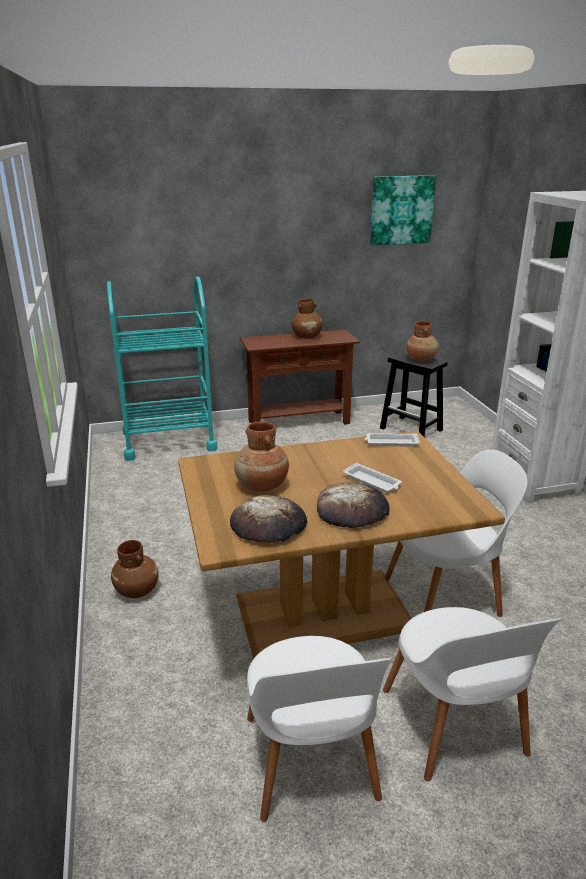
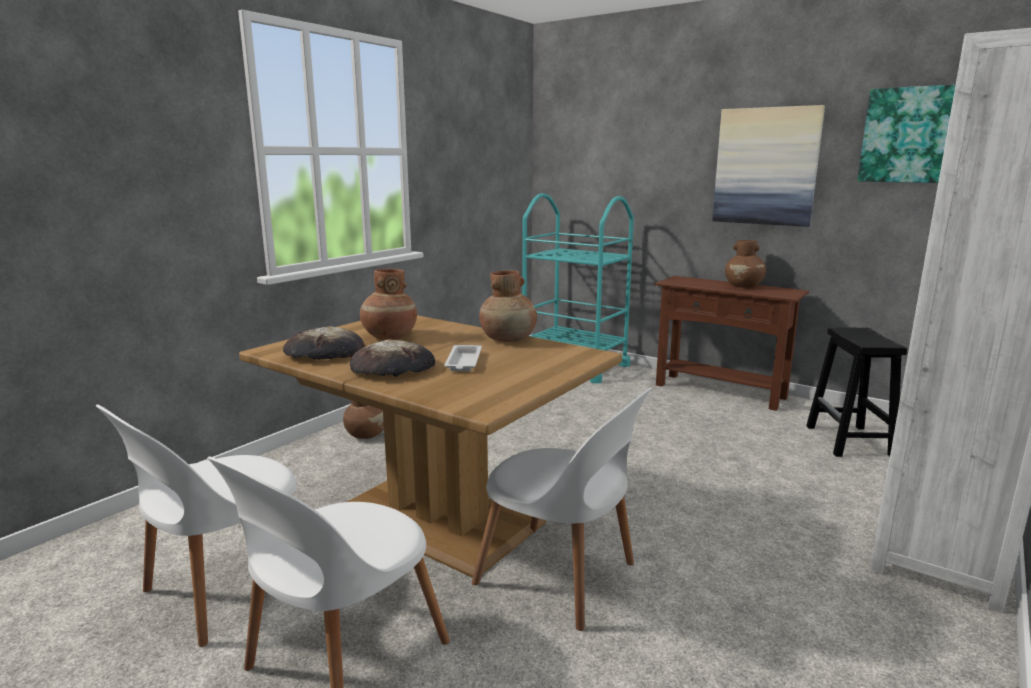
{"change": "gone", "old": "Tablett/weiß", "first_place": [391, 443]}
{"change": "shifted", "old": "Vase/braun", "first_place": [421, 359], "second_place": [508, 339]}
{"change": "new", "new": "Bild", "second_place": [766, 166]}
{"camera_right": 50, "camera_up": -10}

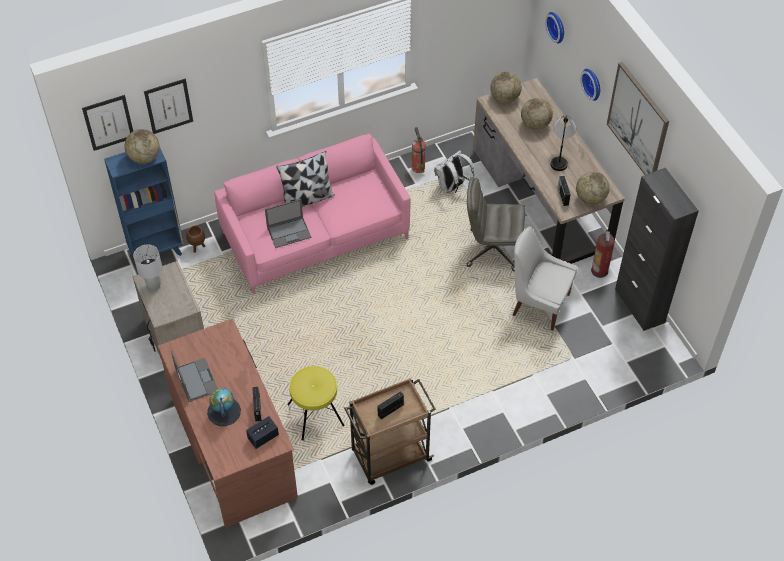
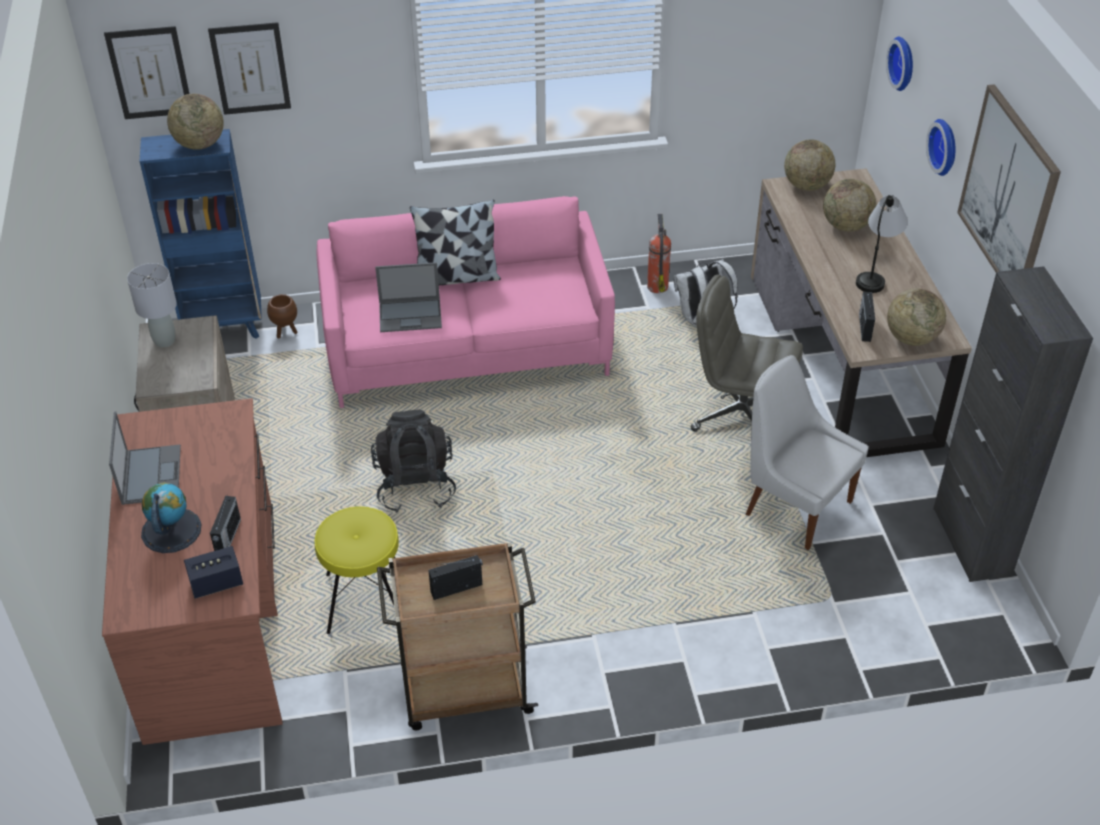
{"change": "gone", "old": "Feuerlöscher", "first_place": [599, 271]}
{"change": "new", "new": "Rucksack/schwarz", "second_place": [415, 486]}
{"camera_right": 15, "camera_up": -10}

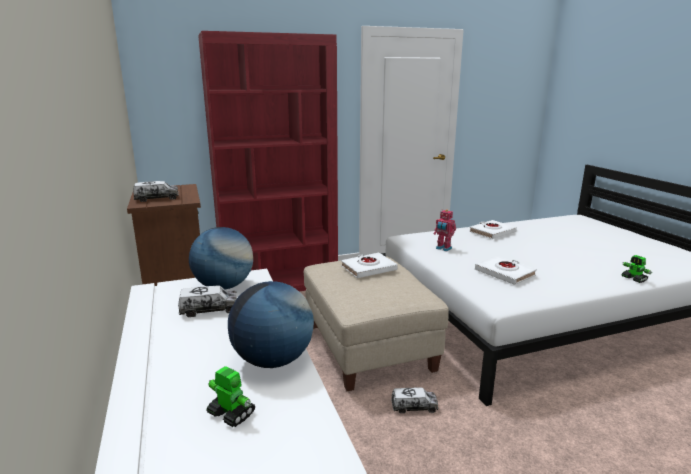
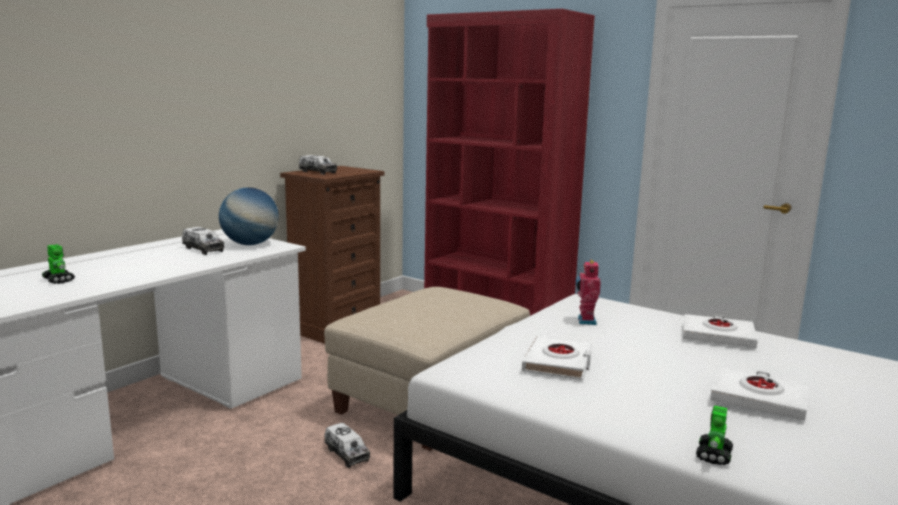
{"change": "rotated", "old": "Spielzeugroboter", "first_place": [231, 413], "second_place": [58, 280], "degrees": -45}
{"change": "gone", "old": "Globus", "first_place": [273, 360]}
{"change": "shifted", "old": "Buch/weiß", "first_place": [368, 269], "second_place": [758, 399]}
{"camera_right": 55, "camera_up": -5}

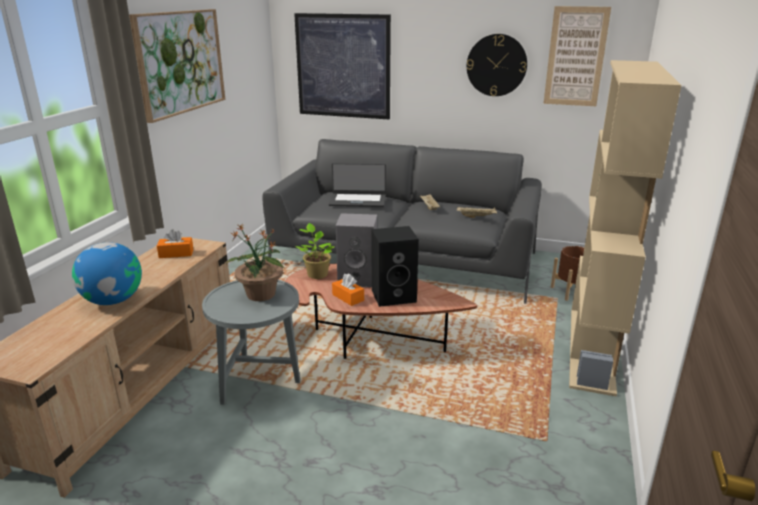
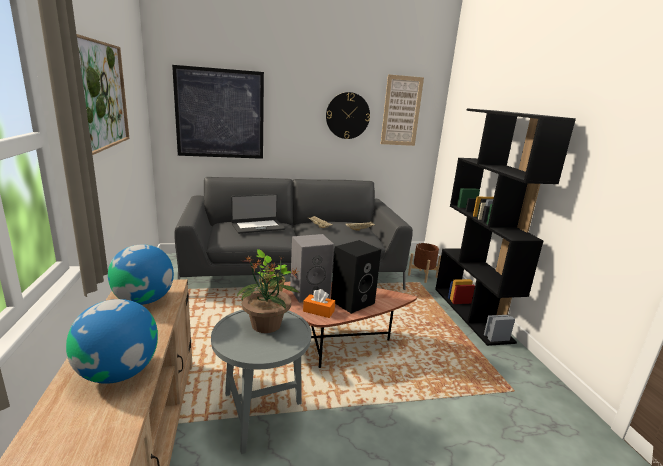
{"change": "swapped", "old": "Taschentuchbox/orange", "new": "Globus", "first_place": [176, 253], "second_place": [144, 300]}
{"change": "repainted", "old": "Bücherregal/beige", "new": "Bücherregal/schwarz", "first_place": [592, 349], "second_place": [472, 313]}
{"camera_right": -30, "camera_up": -5}

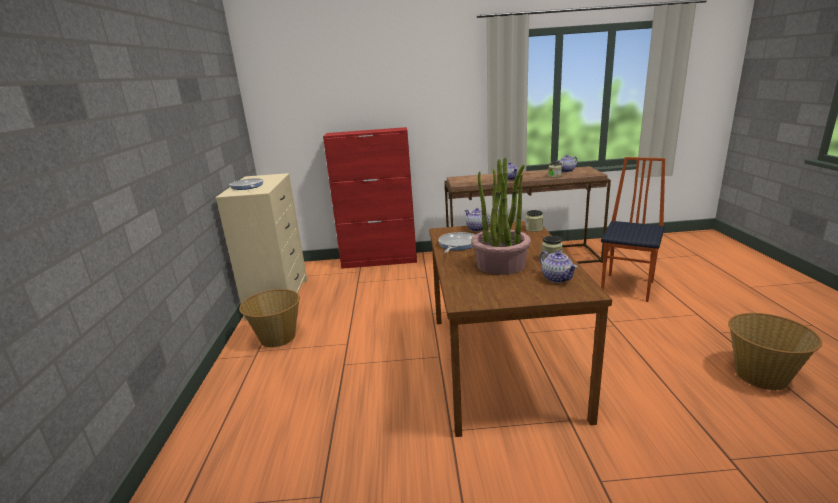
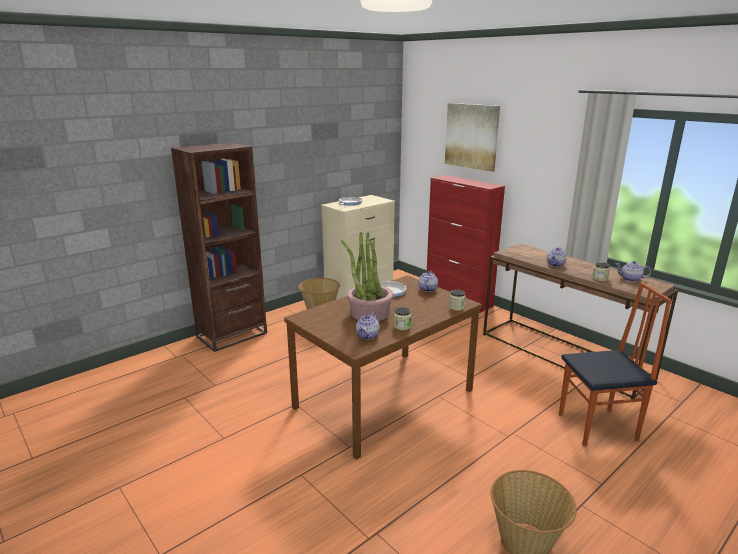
{"change": "new", "new": "Bücherregal/braun", "second_place": [232, 335]}
{"change": "new", "new": "Bild", "second_place": [472, 136]}
{"camera_right": 50, "camera_up": 0}

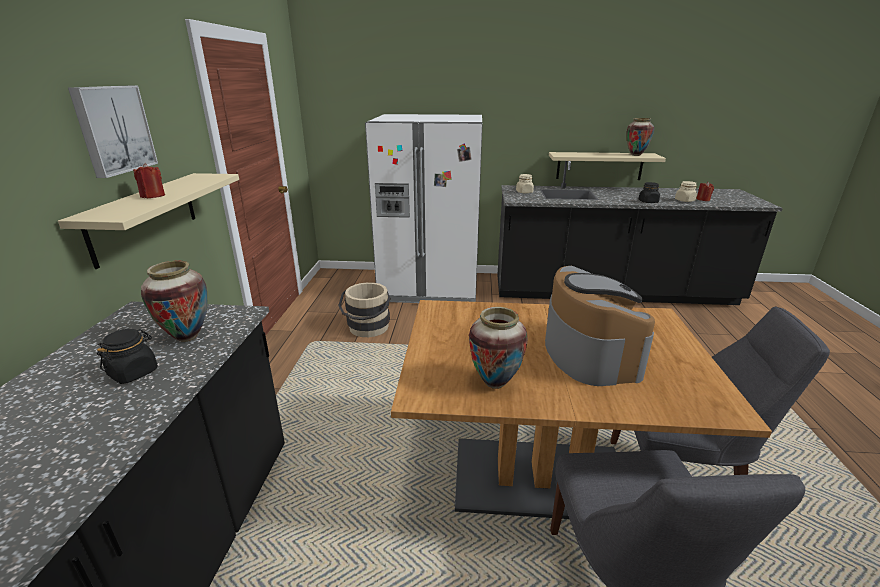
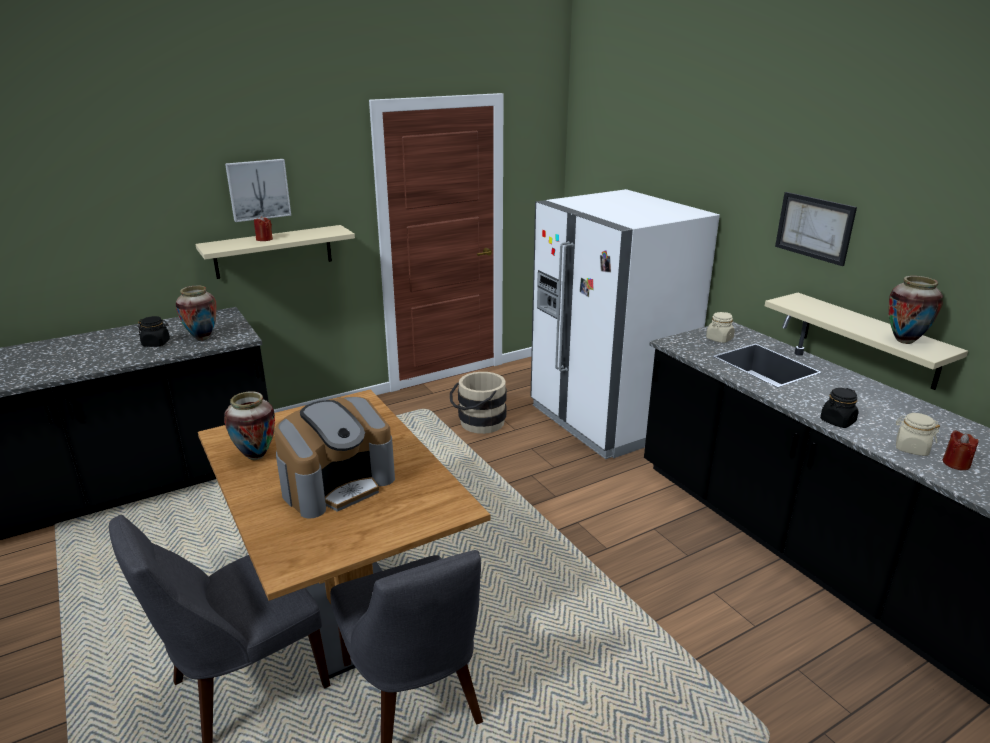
{"change": "new", "new": "Bild", "second_place": [814, 227]}
{"camera_right": 55, "camera_up": 0}

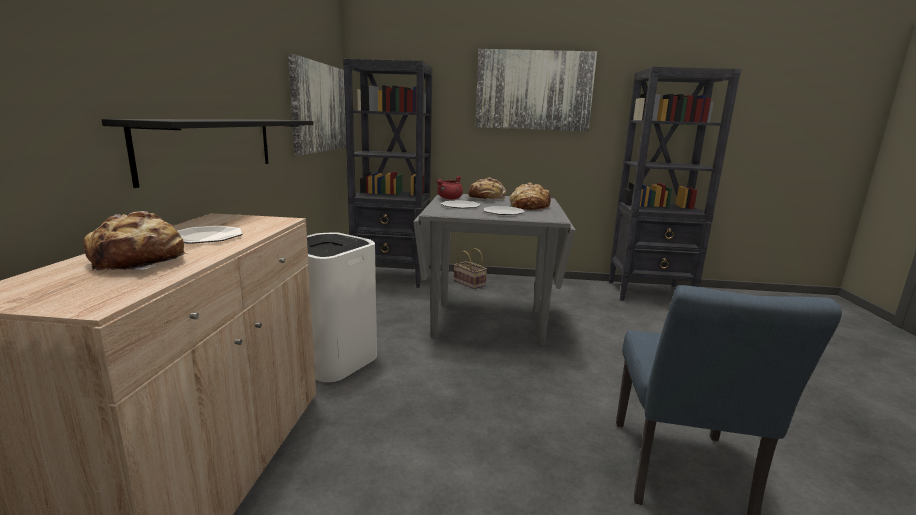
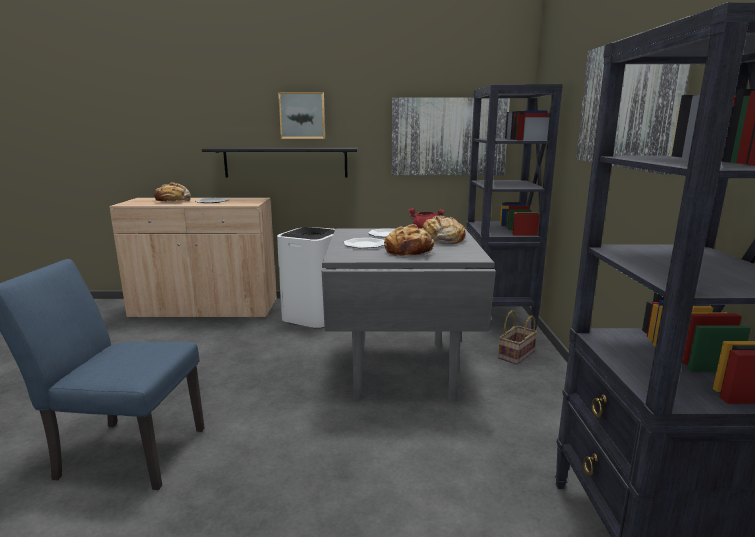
{"change": "new", "new": "Bild", "second_place": [302, 115]}
{"camera_right": 85, "camera_up": 0}

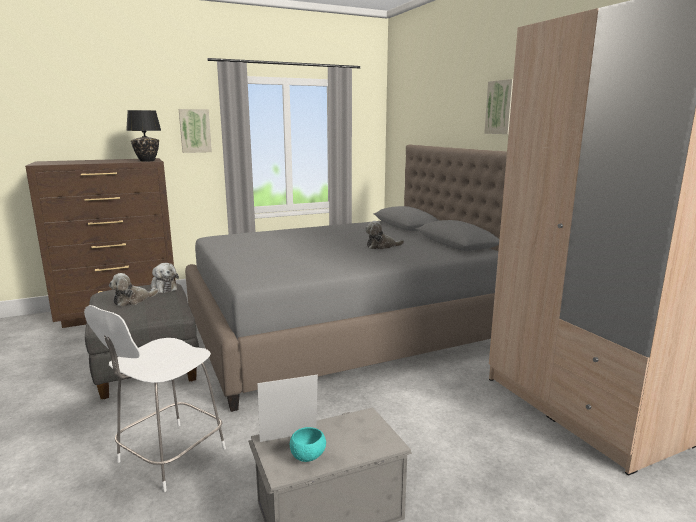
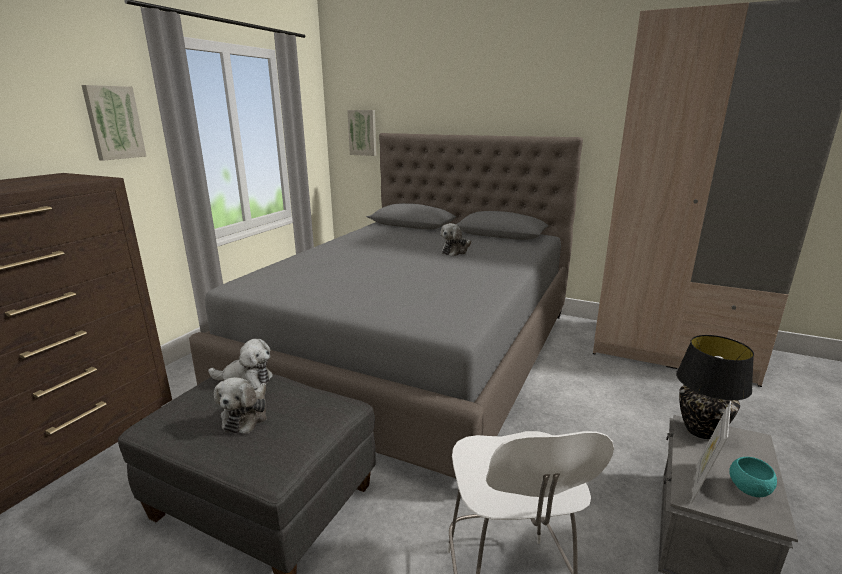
{"change": "shifted", "old": "Tischlampe/schwarz", "first_place": [147, 161], "second_place": [700, 430]}
{"change": "shifted", "old": "Bild", "first_place": [501, 107], "second_place": [363, 132]}
{"camera_right": -40, "camera_up": 5}

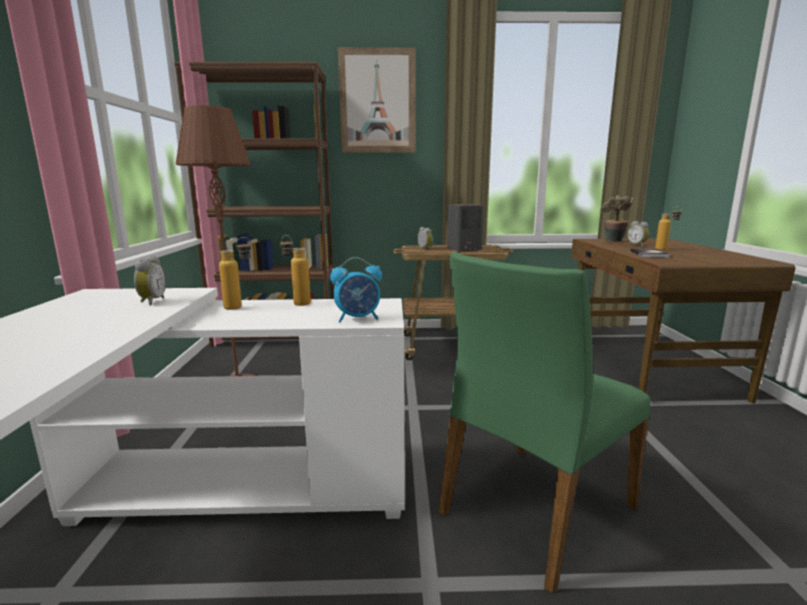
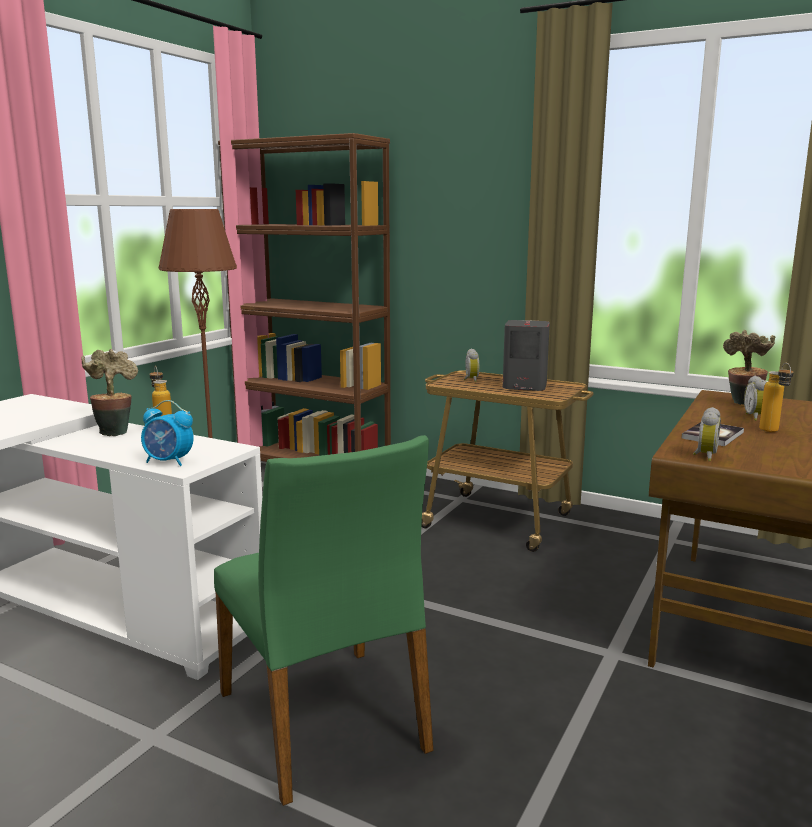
{"change": "shifted", "old": "Wecker", "first_place": [151, 302], "second_place": [704, 456]}
{"change": "swapped", "old": "Flasche", "new": "Topfpflanze", "first_place": [240, 307], "second_place": [114, 431]}
{"change": "gone", "old": "Bild", "first_place": [377, 101]}
{"change": "rotated", "old": "Stuhl/grün", "first_place": [534, 509], "second_place": [325, 720], "degrees": -105}
{"camera_right": 30, "camera_up": 0}

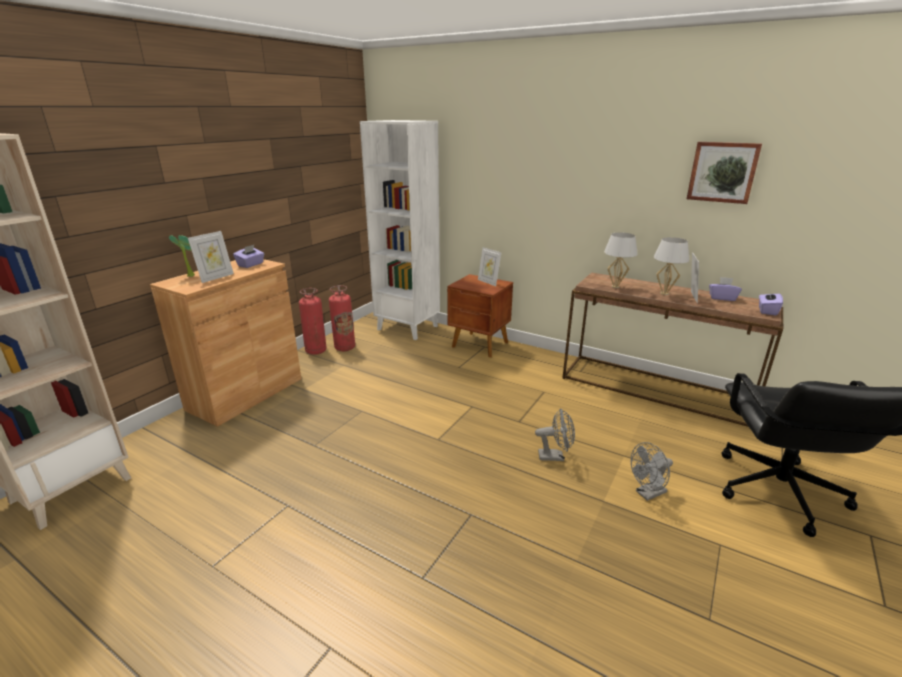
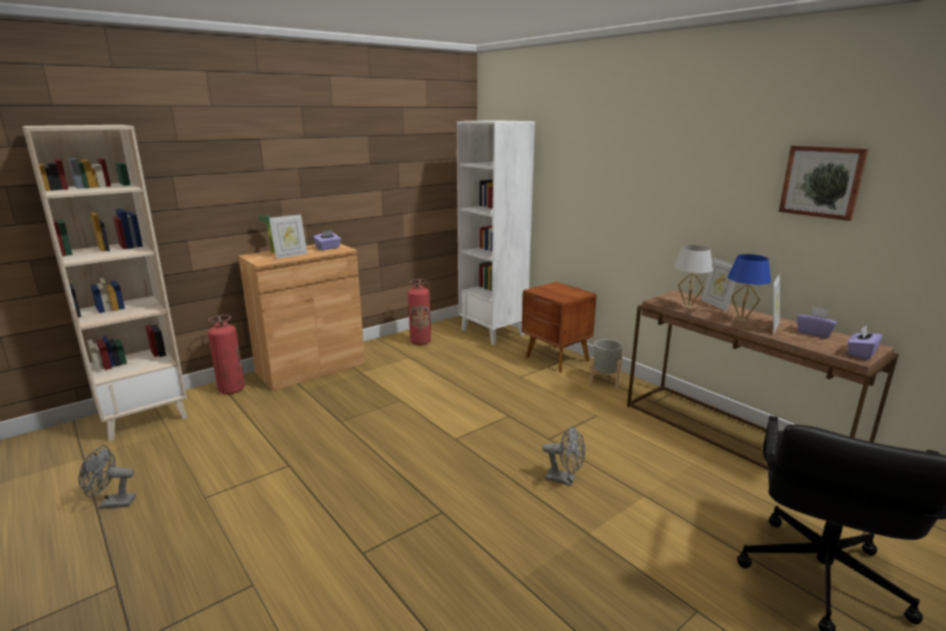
{"change": "shifted", "old": "Feuerlöscher", "first_place": [316, 351], "second_place": [231, 389]}
{"change": "shifted", "old": "Bilderrahmen", "first_place": [488, 282], "second_place": [716, 305]}
{"change": "shifted", "old": "Ventilator/grau", "first_place": [647, 494], "second_place": [112, 503]}
{"change": "repainted", "old": "Tischlampe/weiß", "new": "Tischlampe/blau", "first_place": [664, 293], "second_place": [741, 320]}
{"change": "new", "new": "Pflanzkübel/grau", "second_place": [605, 381]}
{"camera_right": 20, "camera_up": -5}

